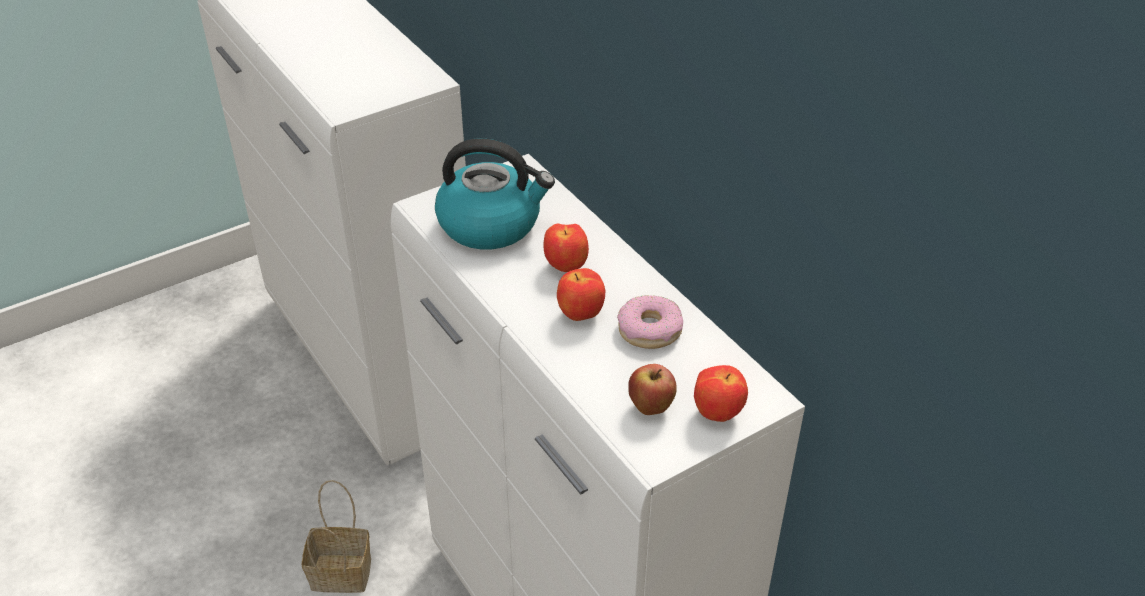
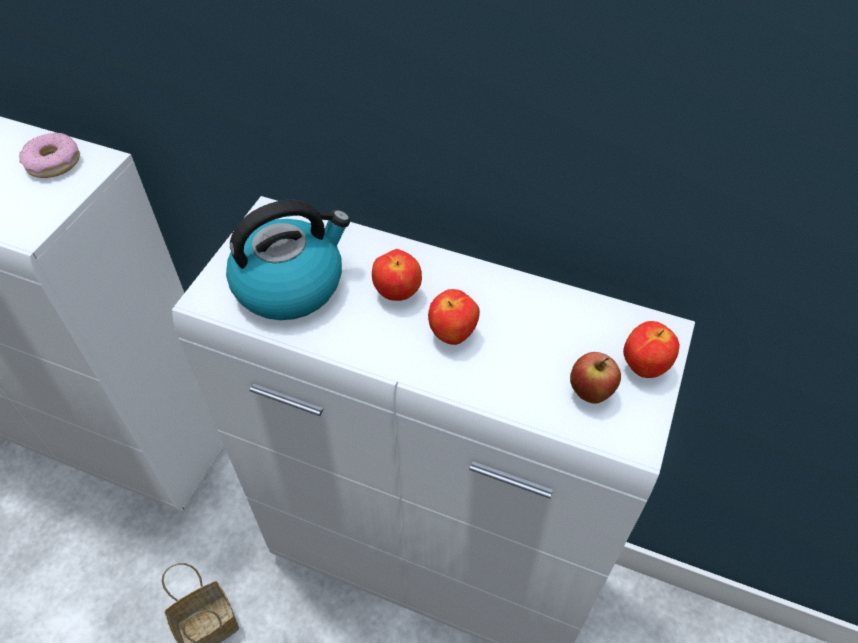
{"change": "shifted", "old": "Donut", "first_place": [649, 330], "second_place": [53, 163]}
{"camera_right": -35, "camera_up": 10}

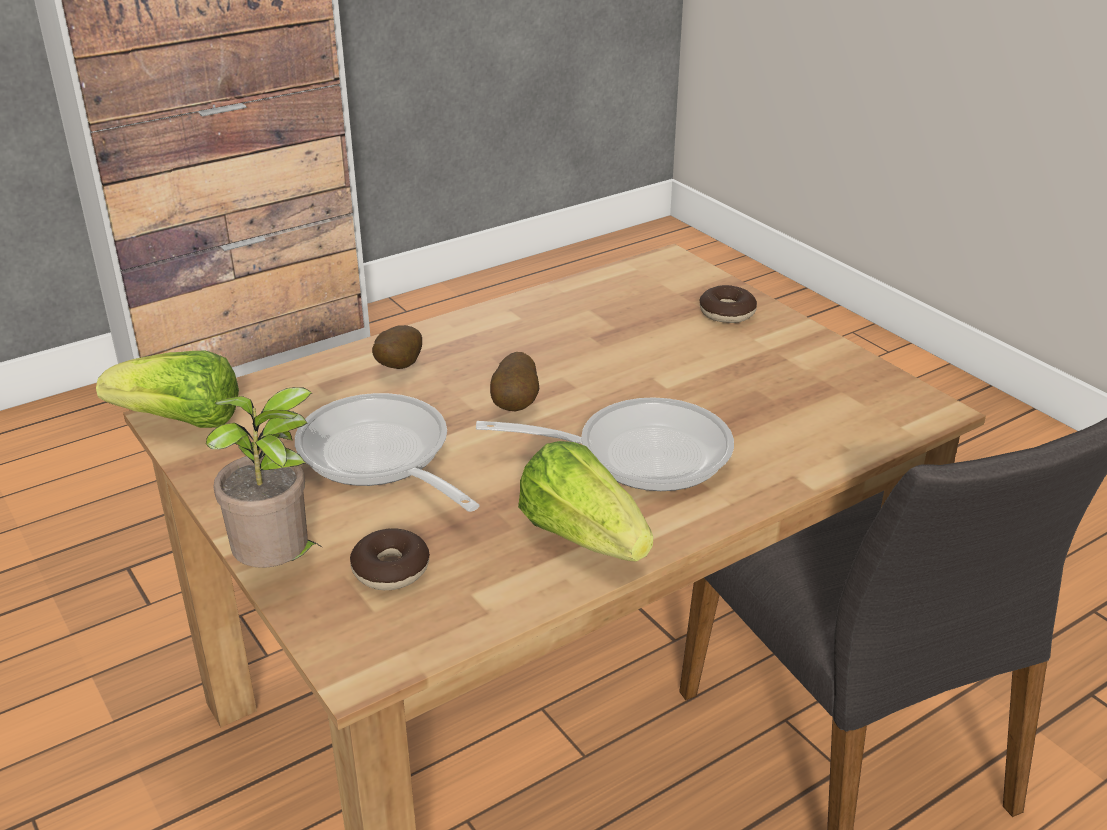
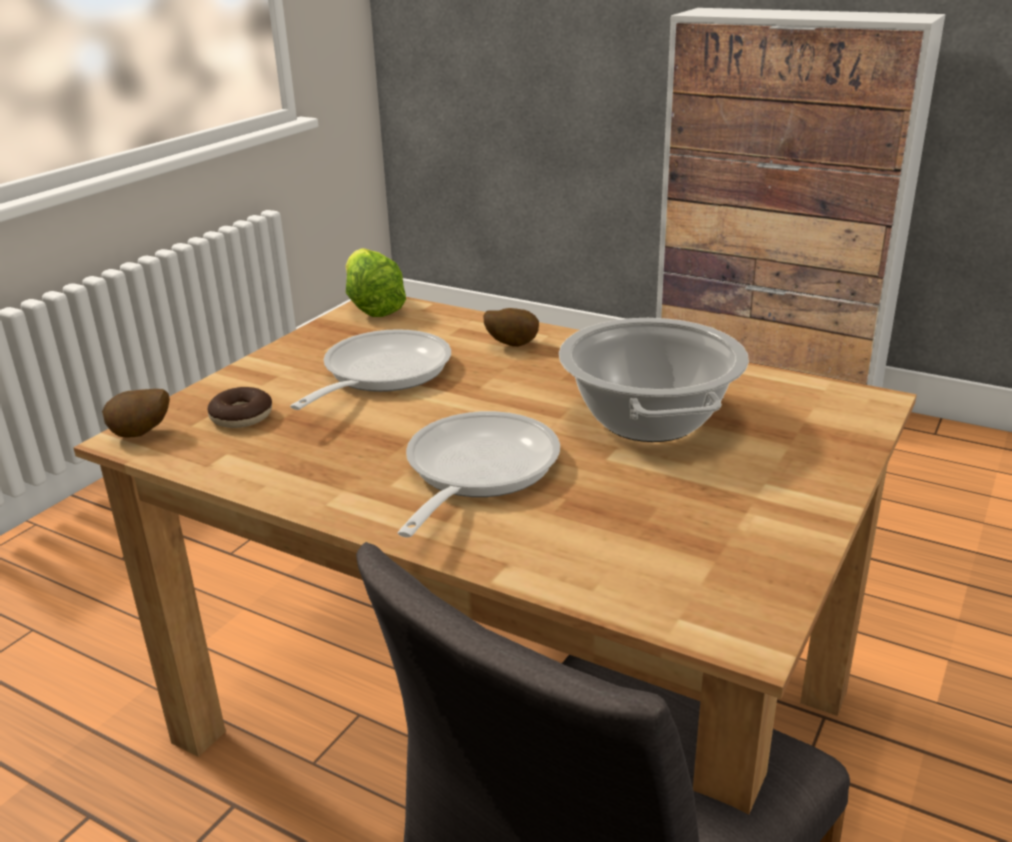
{"change": "gone", "old": "Topfpflanze", "first_place": [280, 567]}
{"change": "rotated", "old": "Pfanne", "first_place": [639, 453], "second_place": [476, 472], "degrees": -135}
{"change": "shifted", "old": "Kartoffel", "first_place": [516, 404], "second_place": [141, 435]}
{"change": "gone", "old": "Salatkopf", "first_place": [583, 536]}
{"change": "gone", "old": "Donut", "first_place": [727, 313]}
{"change": "new", "new": "Kochtopf", "second_place": [650, 419]}
{"camera_right": 65, "camera_up": -5}

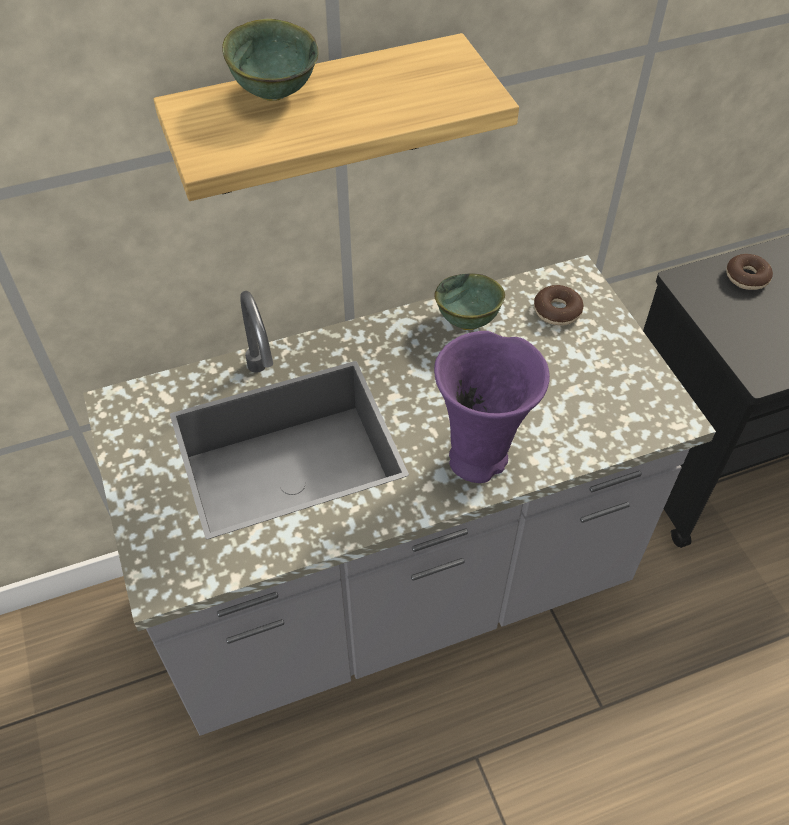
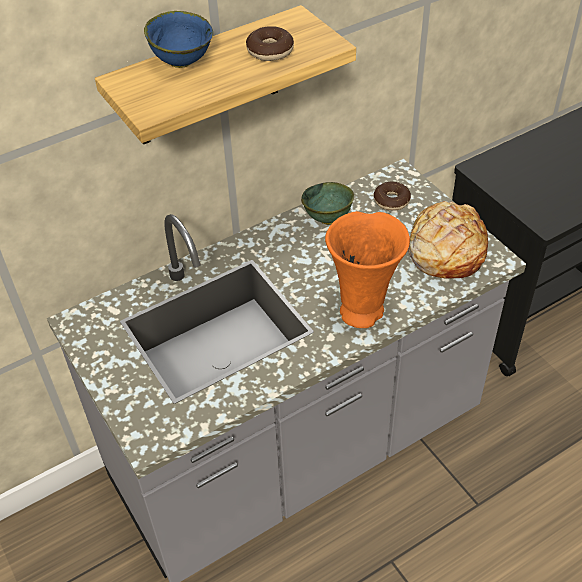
{"change": "repainted", "old": "Schüssel/grün", "new": "Schüssel/blau", "first_place": [275, 92], "second_place": [182, 61]}
{"change": "repainted", "old": "Vase/lila", "new": "Vase/orange", "first_place": [480, 459], "second_place": [363, 312]}
{"change": "shifted", "old": "Donut", "first_place": [746, 277], "second_place": [270, 51]}
{"change": "new", "new": "Brot", "second_place": [445, 250]}
{"camera_right": -10, "camera_up": -5}

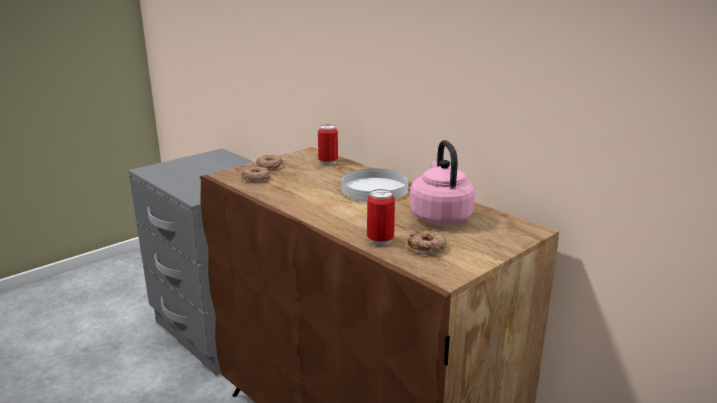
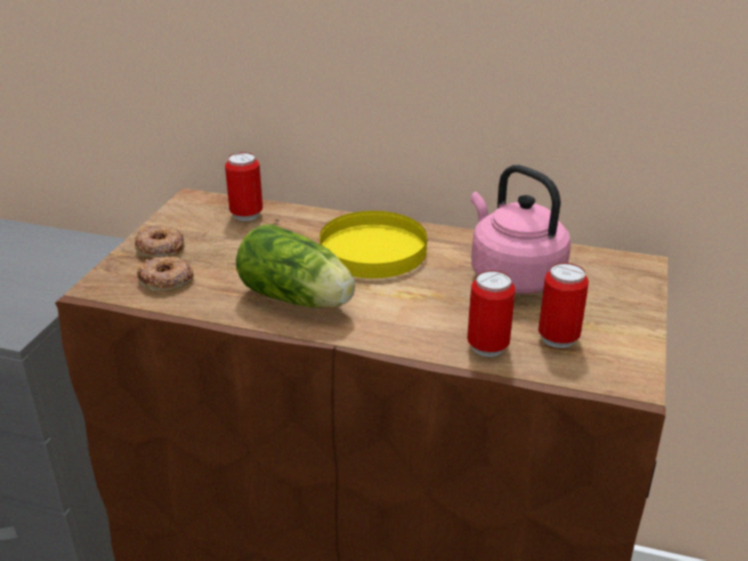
{"change": "repainted", "old": "Teller/weiß", "new": "Teller/gelb", "first_place": [375, 189], "second_place": [373, 249]}
{"change": "swapped", "old": "Donut", "new": "Dose", "first_place": [427, 247], "second_place": [558, 338]}
{"change": "new", "new": "Salatkopf", "second_place": [299, 300]}
{"camera_right": -30, "camera_up": 10}

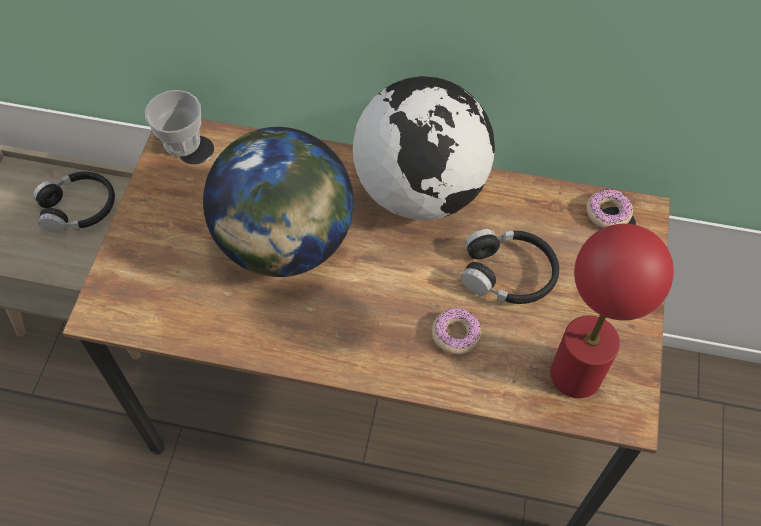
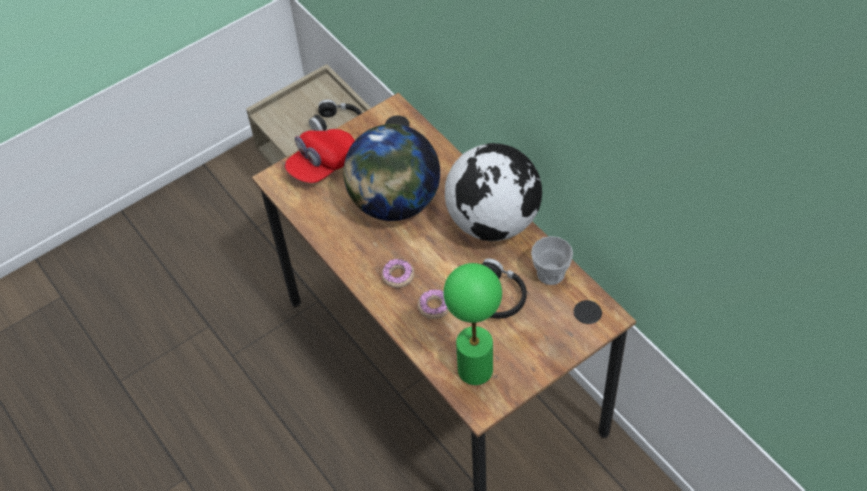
{"change": "shifted", "old": "Tasse", "first_place": [182, 142], "second_place": [550, 273]}
{"change": "repainted", "old": "Tischlampe/rot", "new": "Tischlampe/grün", "first_place": [575, 374], "second_place": [475, 369]}
{"change": "shifted", "old": "Donut", "first_place": [608, 213], "second_place": [398, 276]}
{"change": "new", "new": "Kappe/rot", "second_place": [323, 165]}
{"camera_right": 45, "camera_up": -5}

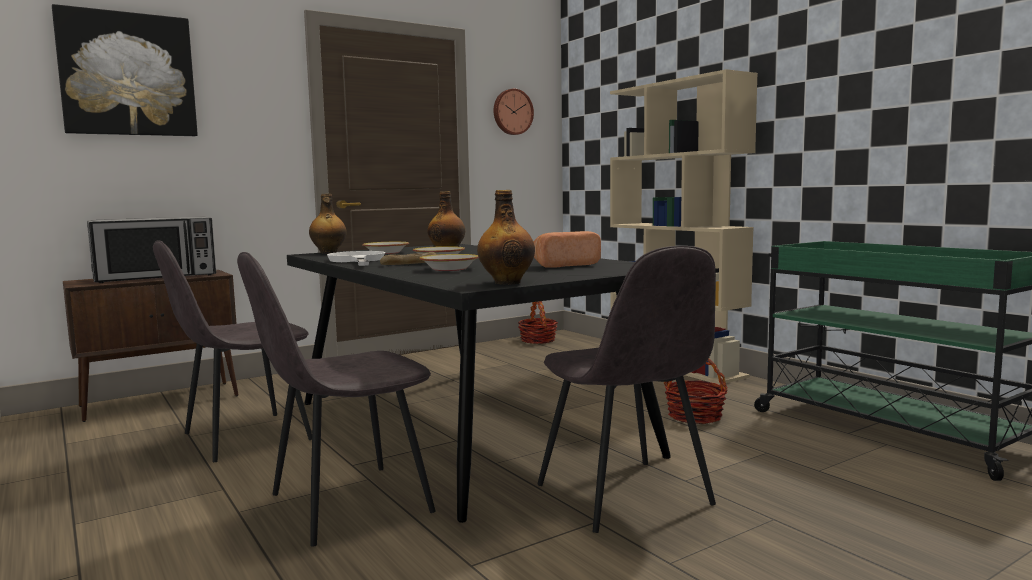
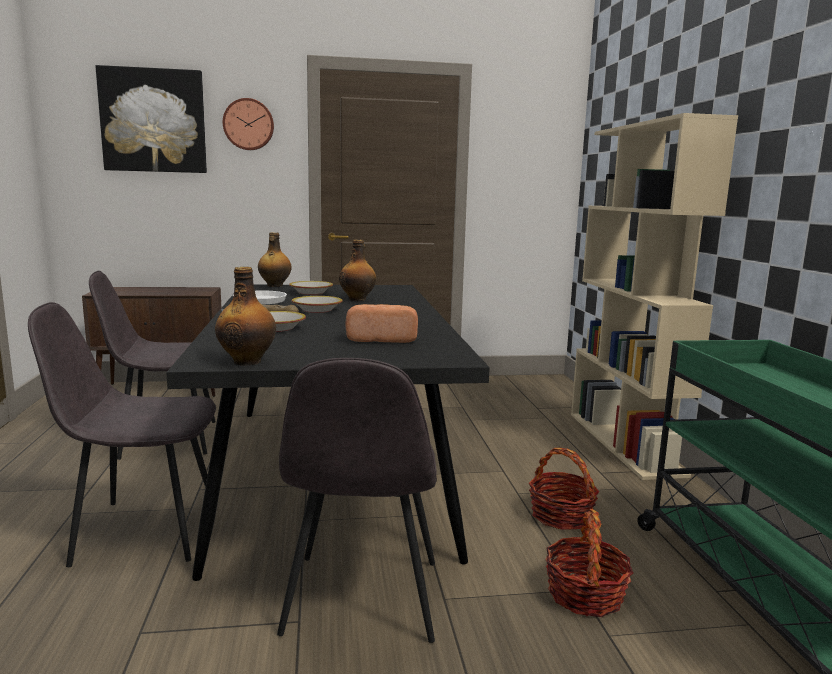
{"change": "gone", "old": "Mikrowelle", "first_place": [156, 277]}
{"change": "shifted", "old": "Wanduhr", "first_place": [512, 112], "second_place": [248, 124]}
{"change": "shifted", "old": "Korb", "first_place": [538, 340], "second_place": [585, 595]}
{"camera_right": 25, "camera_up": 5}

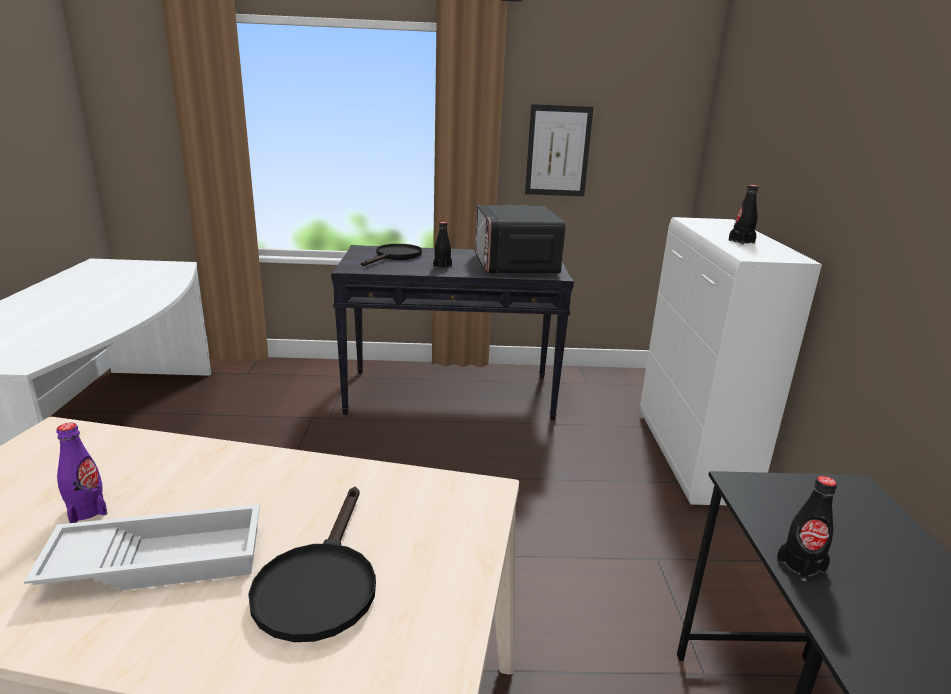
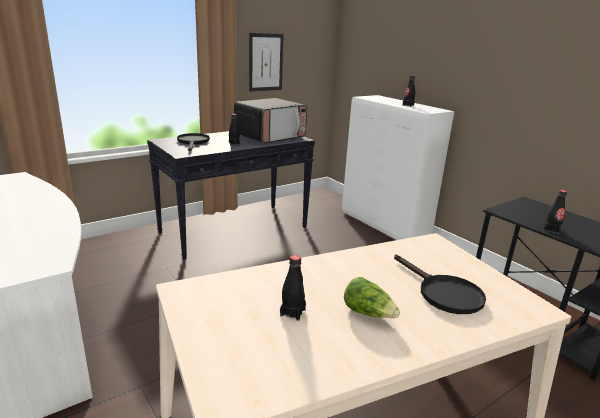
{"change": "swapped", "old": "Tablett/weiß", "new": "Salatkopf", "first_place": [159, 558], "second_place": [368, 313]}
{"change": "repainted", "old": "Flasche/lila", "new": "Flasche/schwarz", "first_place": [87, 511], "second_place": [292, 312]}
{"change": "rotated", "old": "Mikrowelle", "first_place": [515, 265], "second_place": [270, 136], "degrees": -90}
{"camera_right": -35, "camera_up": 0}

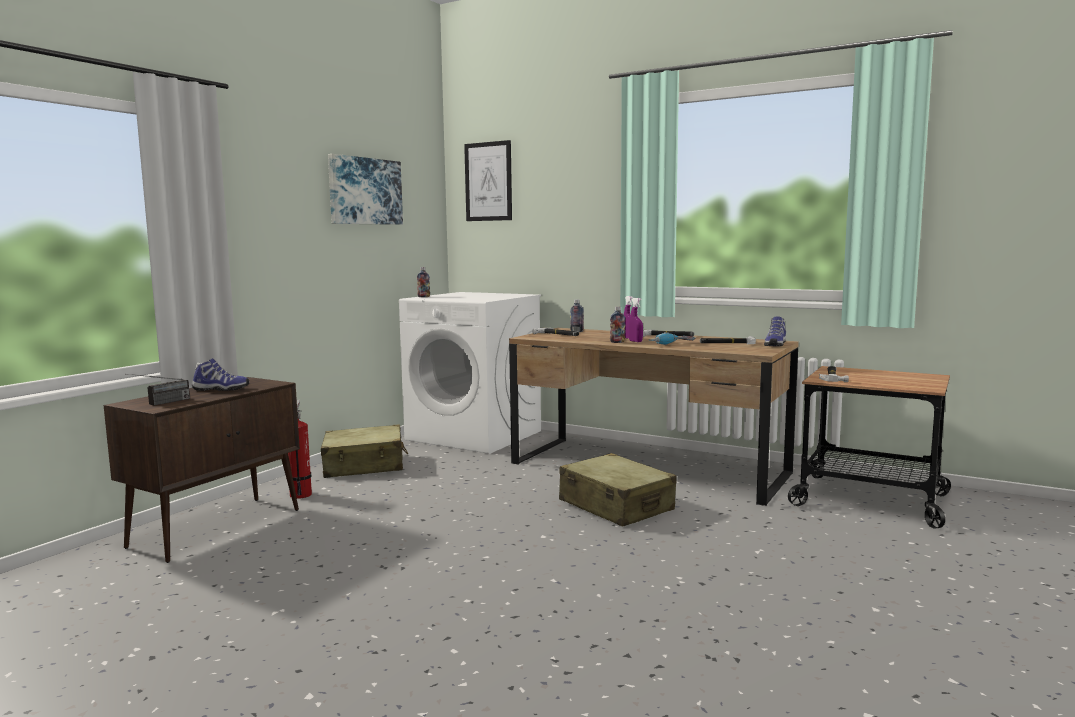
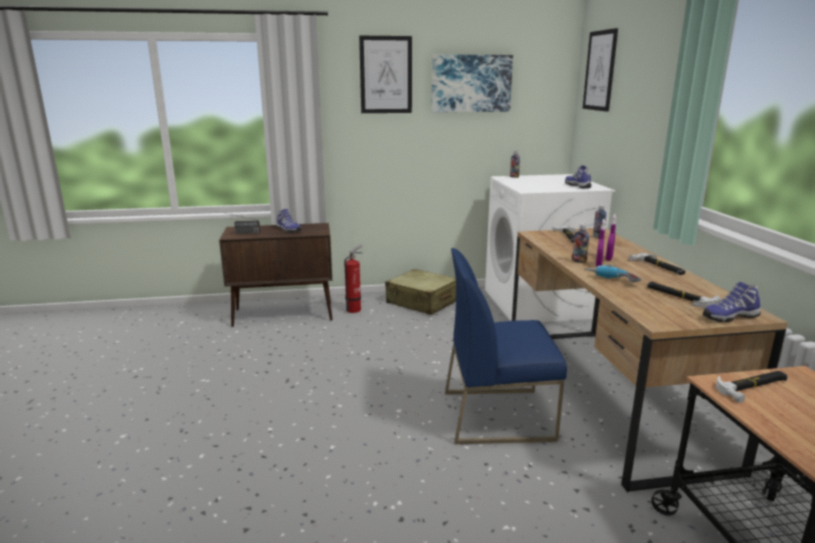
{"change": "swapped", "old": "Koffer/beige", "new": "Stuhl/blau", "first_place": [616, 506], "second_place": [498, 415]}
{"change": "new", "new": "Bild", "second_place": [386, 75]}
{"change": "new", "new": "Schuh", "second_place": [578, 186]}
{"camera_right": 50, "camera_up": 10}

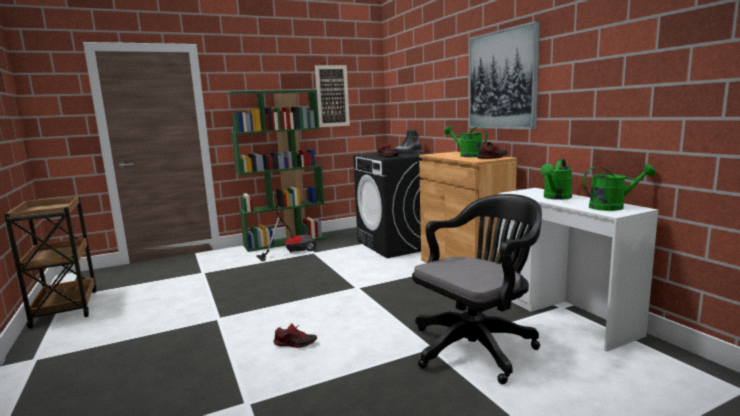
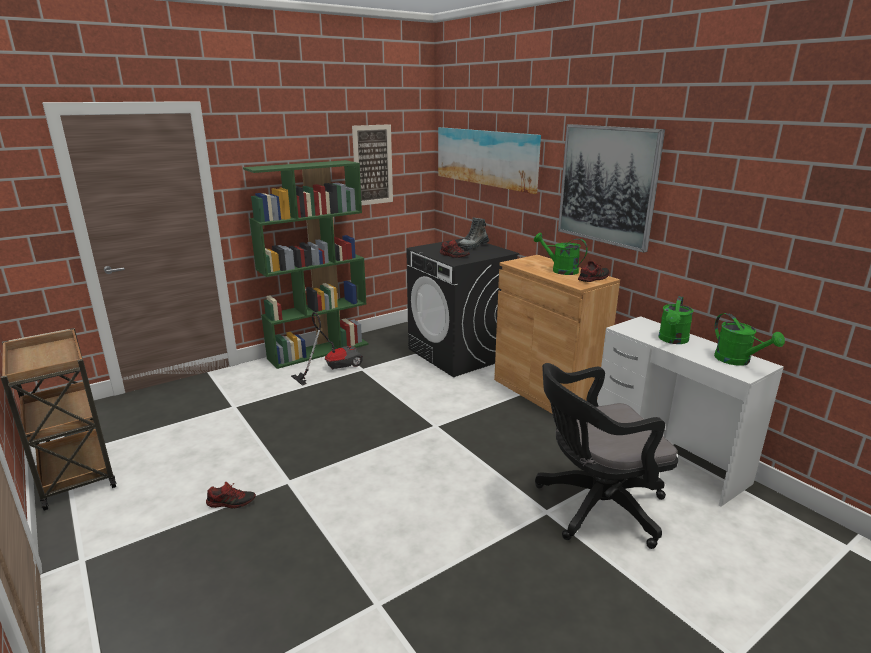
{"change": "shifted", "old": "Schuh", "first_place": [295, 343], "second_place": [231, 502]}
{"change": "rotated", "old": "Bürostuhl/schwarz", "first_place": [477, 346], "second_place": [594, 507], "degrees": -150}
{"change": "rotated", "old": "Gießkanne/grün", "first_place": [612, 207], "second_place": [738, 361], "degrees": 75}
{"change": "new", "new": "Bild", "second_place": [486, 157]}
{"camera_right": -10, "camera_up": 10}

